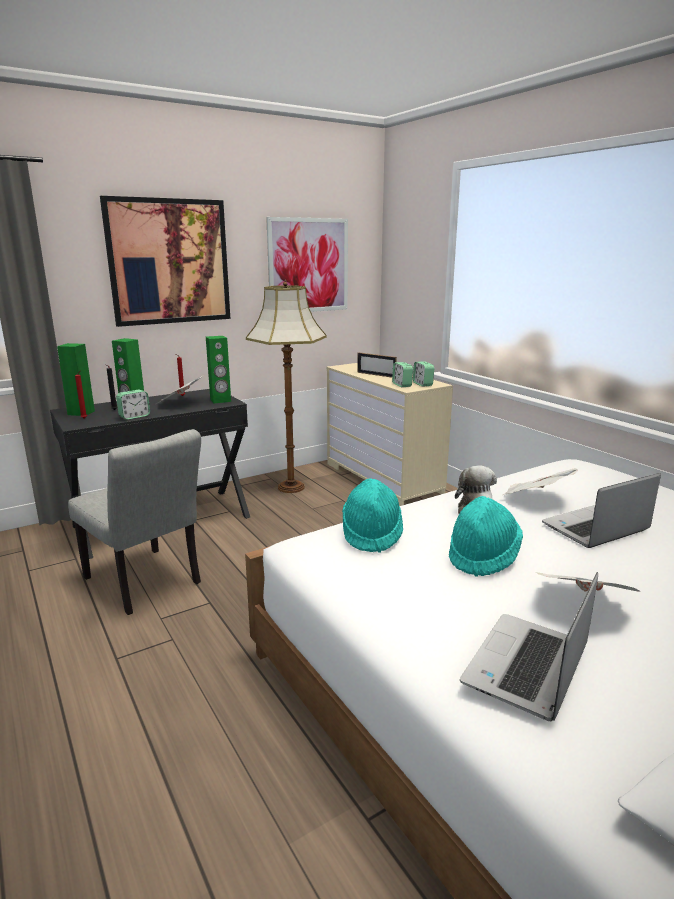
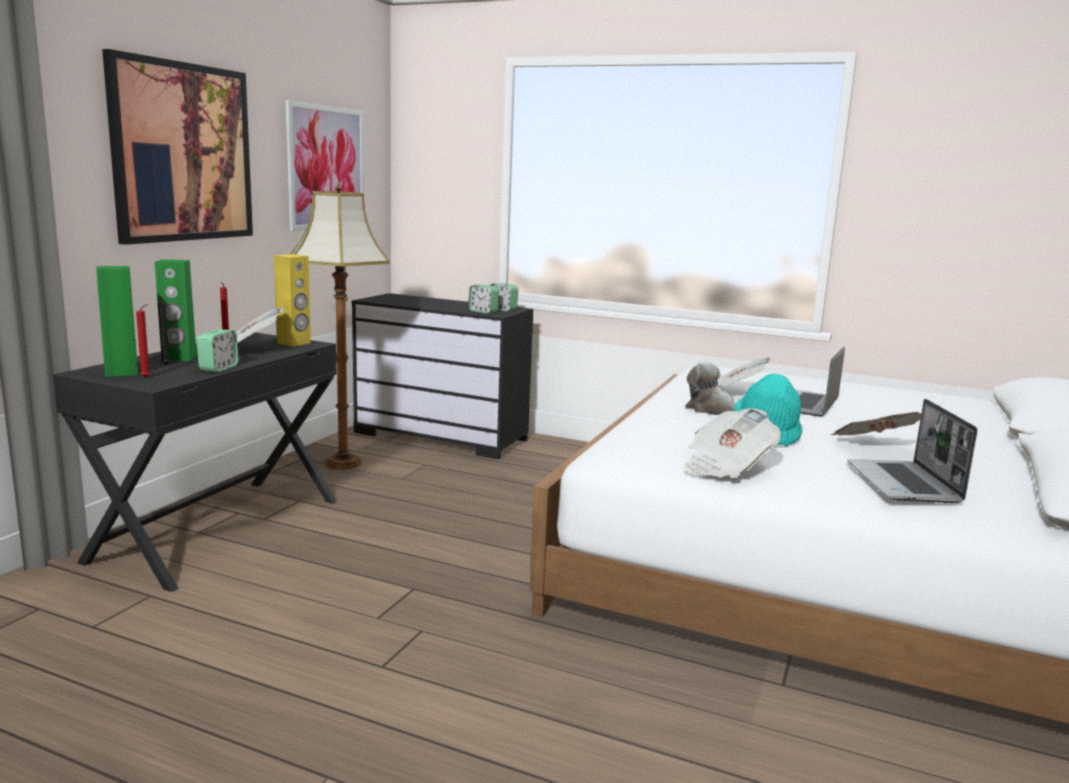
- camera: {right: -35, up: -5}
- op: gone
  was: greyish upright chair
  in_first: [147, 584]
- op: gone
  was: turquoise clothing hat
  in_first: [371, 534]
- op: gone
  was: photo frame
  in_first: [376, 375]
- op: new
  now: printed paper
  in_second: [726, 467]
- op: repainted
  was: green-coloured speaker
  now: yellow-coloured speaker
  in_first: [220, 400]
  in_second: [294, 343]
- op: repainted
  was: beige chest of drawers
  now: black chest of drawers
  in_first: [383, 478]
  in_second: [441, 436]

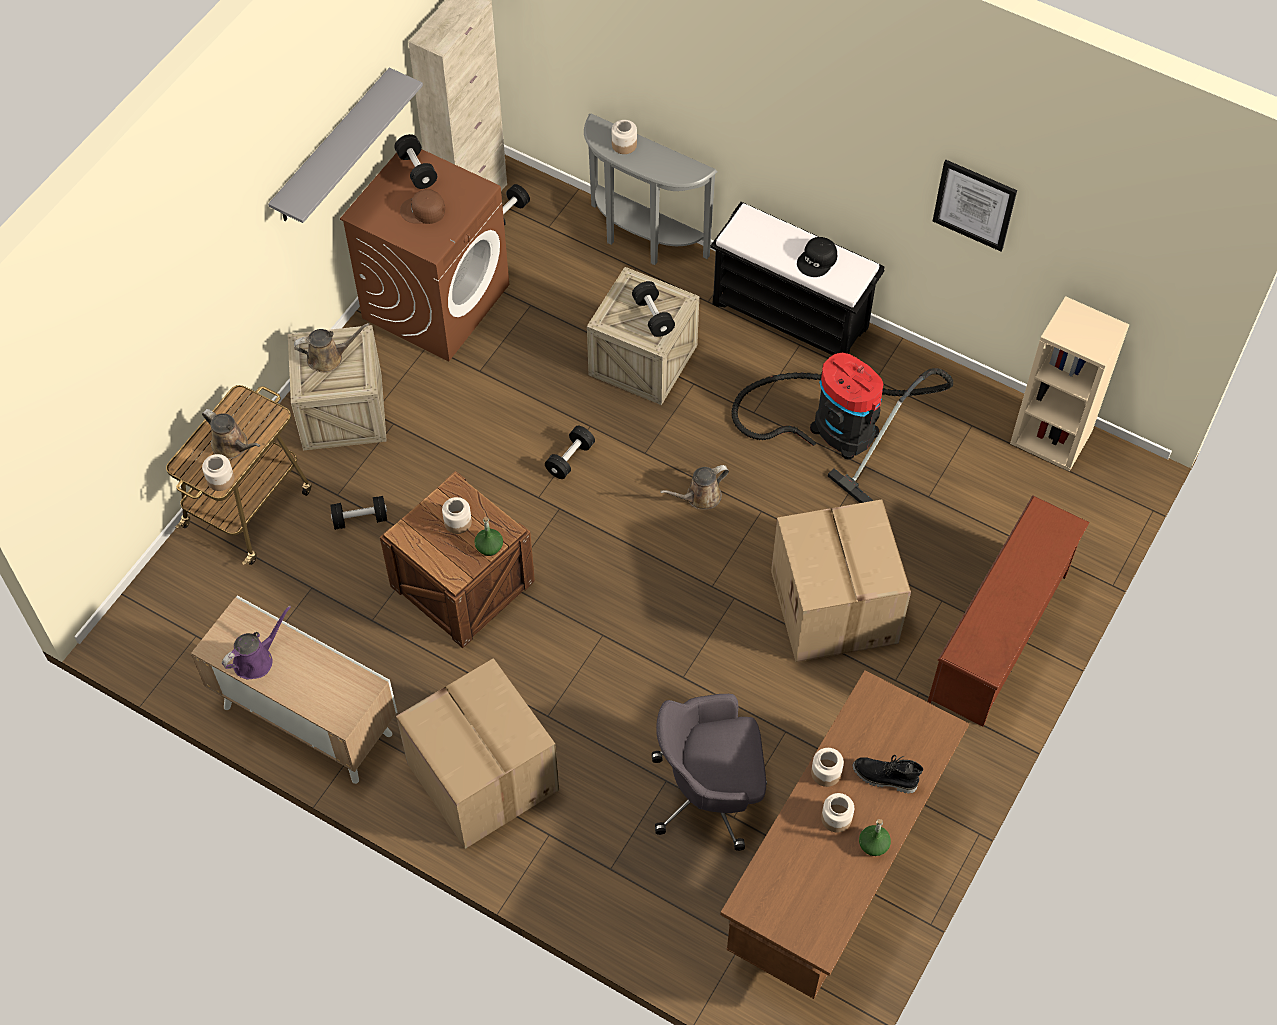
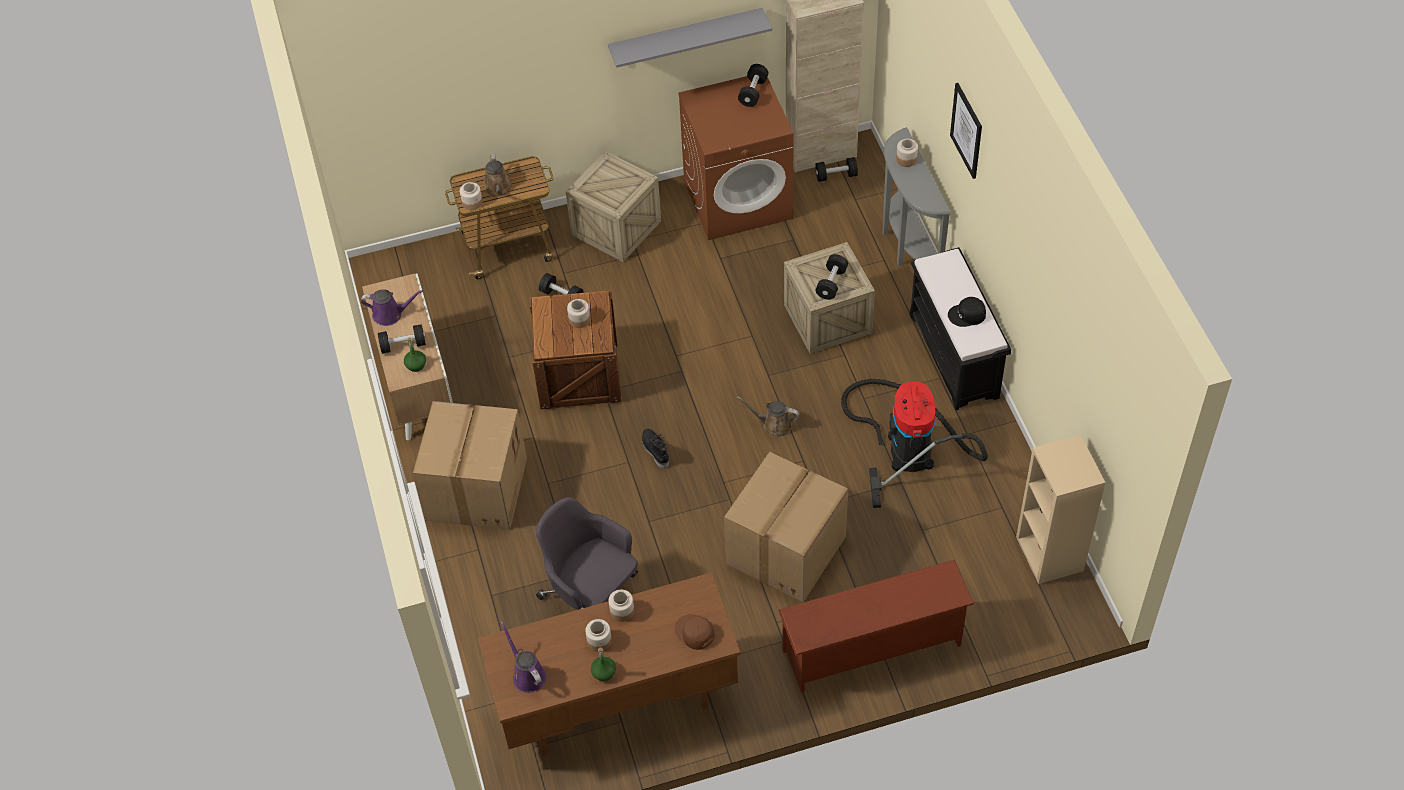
- camera: {right: 45, up: -5}
- op: gone
  was: brown-coloured sprinkling can
  in_first: [329, 357]
- op: new
  now: purplish sprinkling can
  in_second: [527, 674]
- op: shifted
  was: brown-coloured cap
  in_first: [423, 211]
  in_second: [694, 632]
- op: shifted
  was: green-coloured beverage bottle
  in_first: [489, 546]
  in_second: [416, 365]
- op: shifted
  was: black hand weight
  in_first: [570, 459]
  in_second: [403, 345]
- op: shifted
  was: black tall boot
  in_first: [884, 778]
  in_second: [654, 451]
- op: shifted
  was: wall art
  in_first: [974, 204]
  in_second: [967, 130]

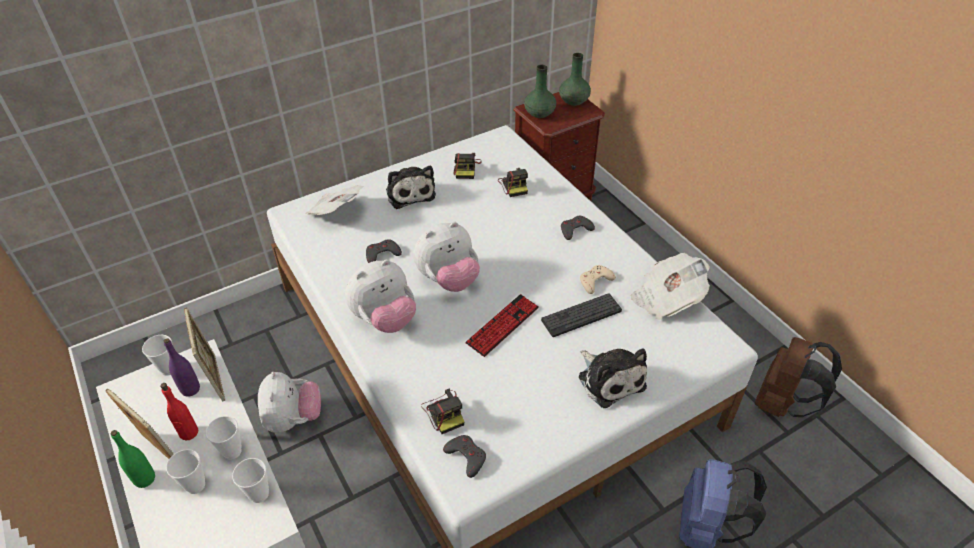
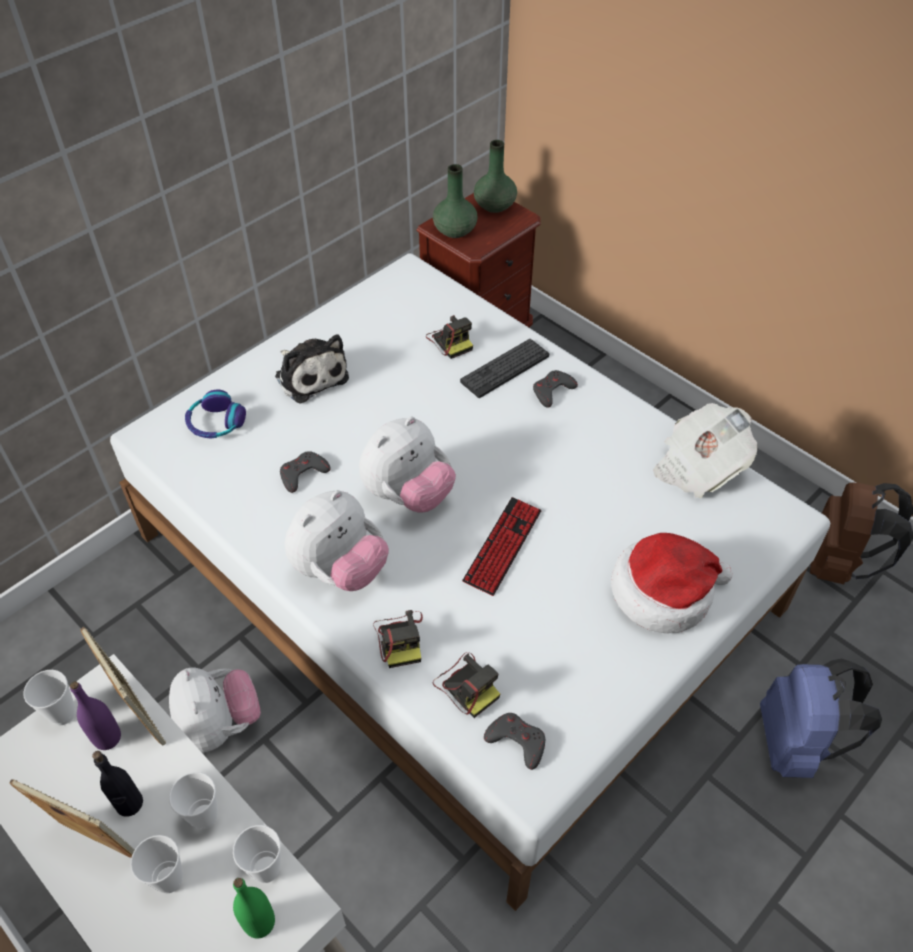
- camera: {right: -15, up: 5}
- op: gone
  was: beige game controller
  in_first: [595, 281]
- op: shifted
  was: green-coloured beverage bottle
  in_first: [145, 479]
  in_second: [259, 922]
- op: shifted
  was: photo camera
  in_first: [466, 169]
  in_second: [400, 639]
- op: shifted
  was: PC keyboard
  in_first: [581, 315]
  in_second: [505, 368]
- op: swapped
  was: printed paper
  now: pair of headphones
  in_first: [337, 212]
  in_second: [216, 423]
- op: swapped
  was: plush toy
  now: clothing hat
  in_first: [609, 379]
  in_second: [664, 592]
- op: repainted
  was: red beverage bottle
  now: black beverage bottle
  in_first: [188, 433]
  in_second: [129, 804]

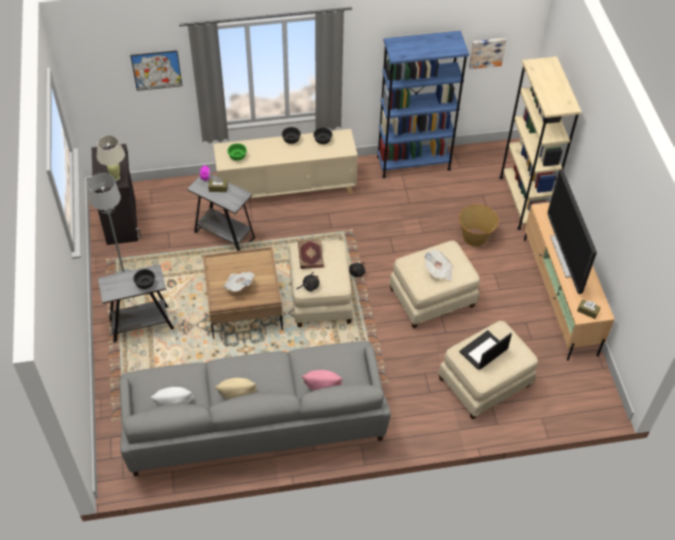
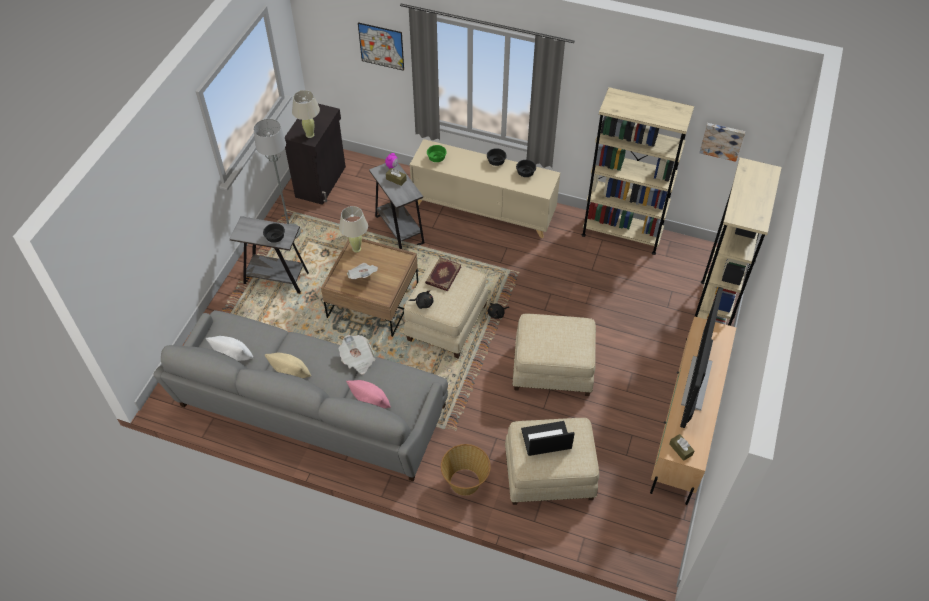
- camera: {right: 30, up: 0}
- op: new
  now: beige table lamp
  in_second: [356, 249]
- op: shifted
  was: printed paper
  in_first: [438, 271]
  in_second: [358, 359]
- op: shifted
  was: storage basket
  in_first: [475, 237]
  in_second: [465, 482]
- op: repainted
  was: blue bookcase
  now: beige bookcase
  in_first: [413, 163]
  in_second: [622, 233]

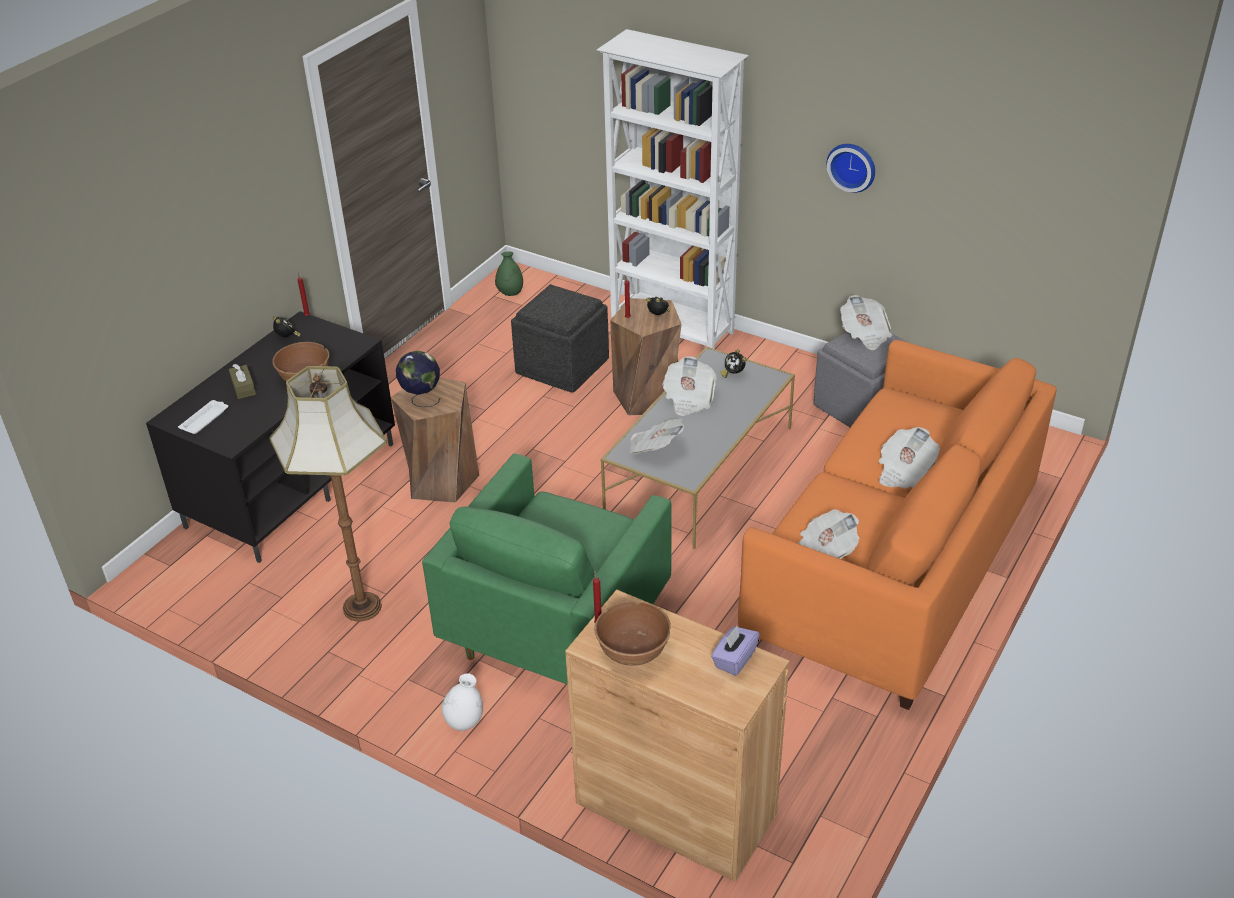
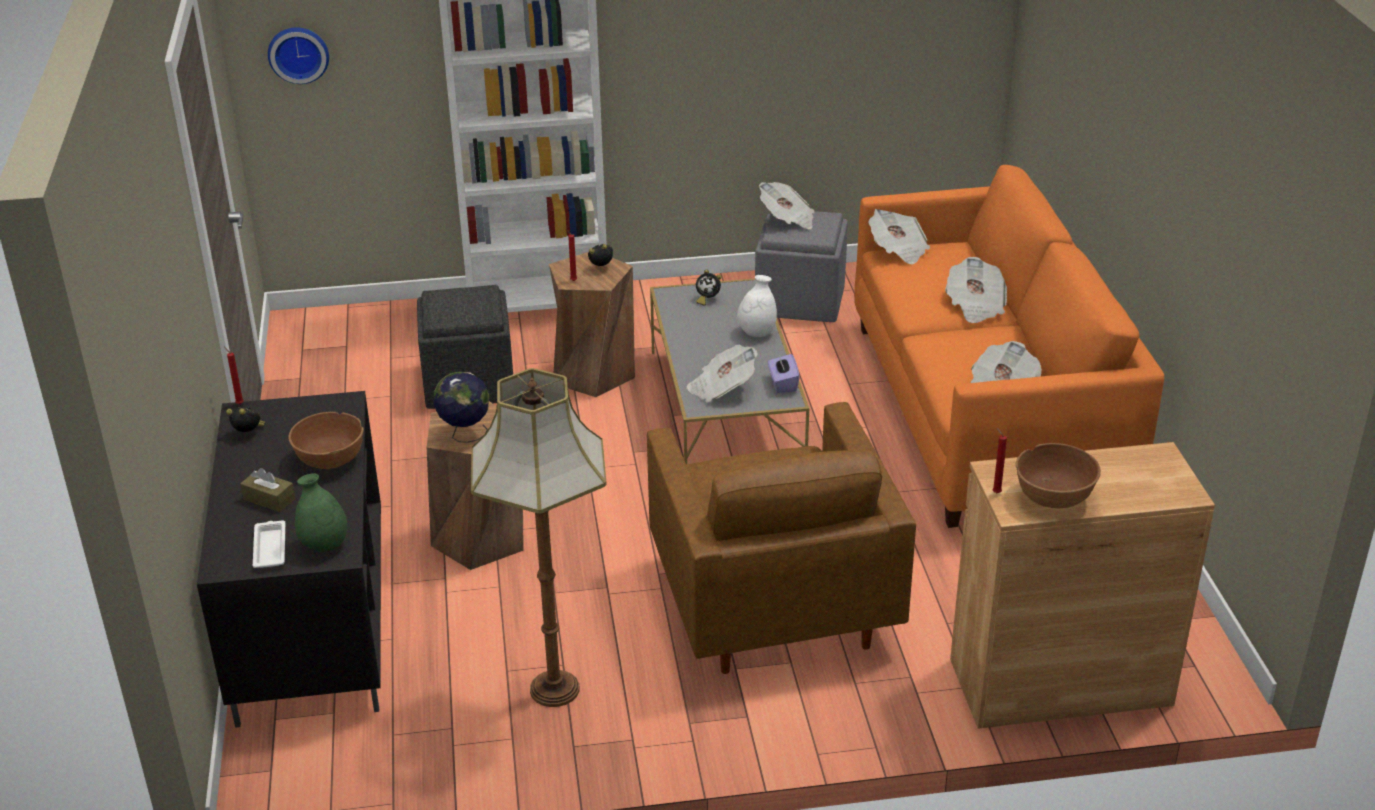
- camera: {right: -40, up: -5}
- op: shifted
  was: white-coloured decorative vase
  in_first: [464, 722]
  in_second: [757, 333]
- op: shifted
  was: green-coloured decorative vase
  in_first: [510, 293]
  in_second: [324, 545]
- op: shifted
  was: printed paper
  in_first: [688, 399]
  in_second: [898, 250]
- op: shifted
  was: purplish tissue box
  in_first: [734, 659]
  in_second: [782, 384]
- op: shifted
  was: wall clock
  in_first: [852, 166]
  in_second: [298, 53]
- op: repainted
  was: green-coloured lounge chair
  now: brown-coloured lounge chair
  in_first: [557, 627]
  in_second: [771, 603]

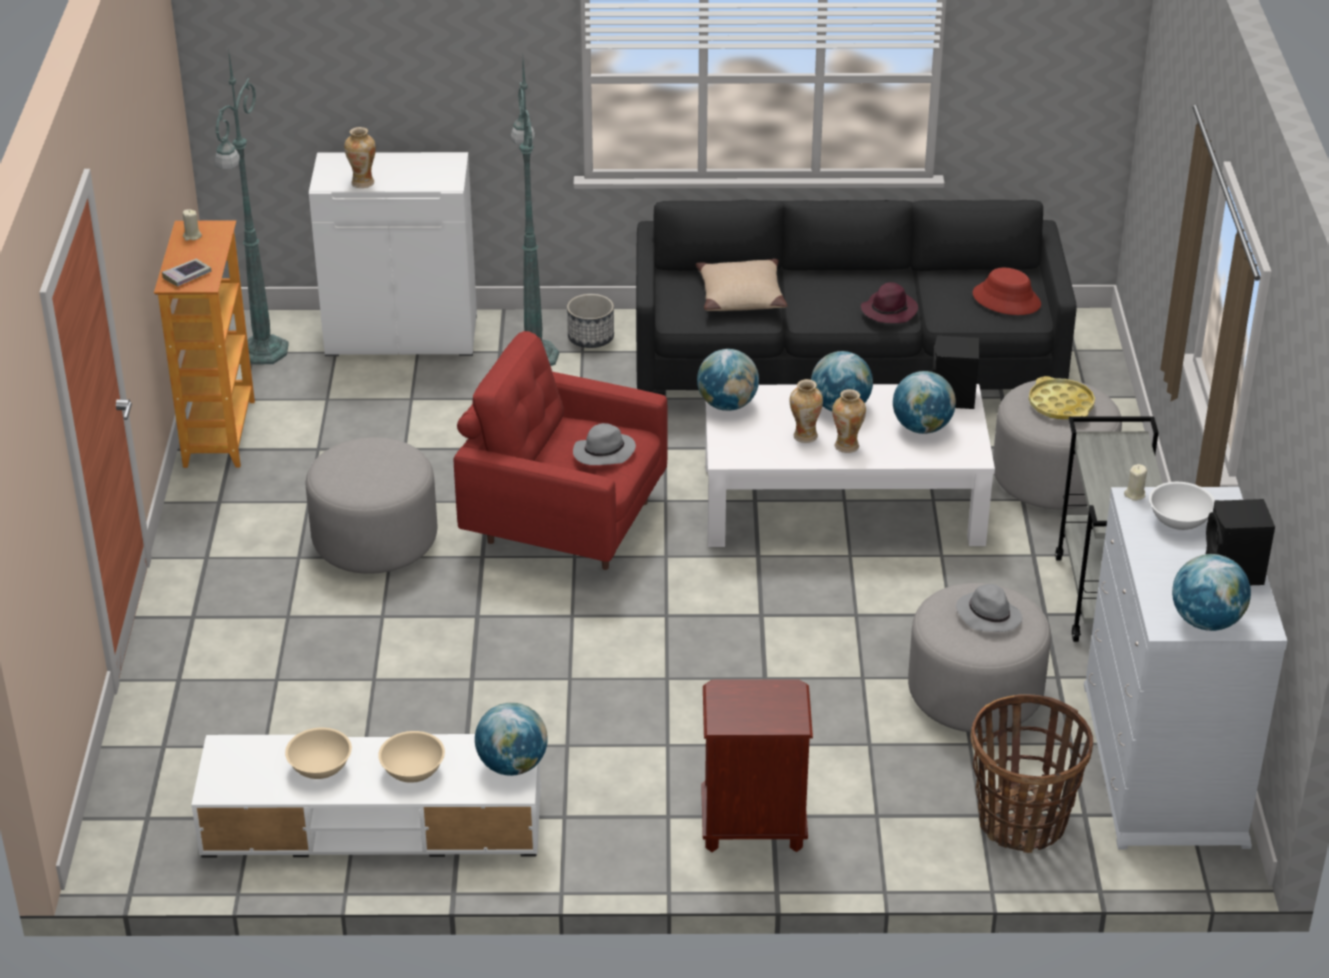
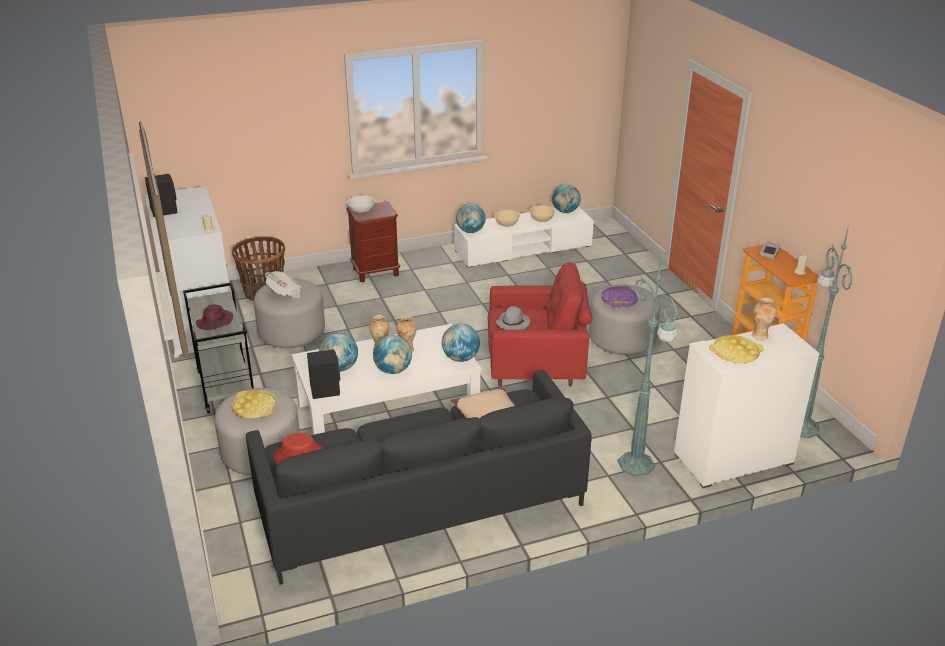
- camera: {right: 160, up: -5}
- op: gone
  was: planter
  in_first: [591, 338]
- op: new
  now: purplish carrying tray
  in_second: [619, 300]
- op: new
  now: yellow-coloured carrying tray
  in_second: [735, 353]
- op: shifted
  was: purplish clothing hat
  in_first: [889, 310]
  in_second: [215, 322]
- op: shifted
  was: white-coloured serving bowl
  in_first: [1179, 520]
  in_second: [361, 210]
- op: shifted
  was: globe
  in_first: [1206, 621]
  in_second: [565, 211]
- op: swapped
  was: greyish clothing hat
  now: printed paper
  in_first: [987, 615]
  in_second: [285, 293]

